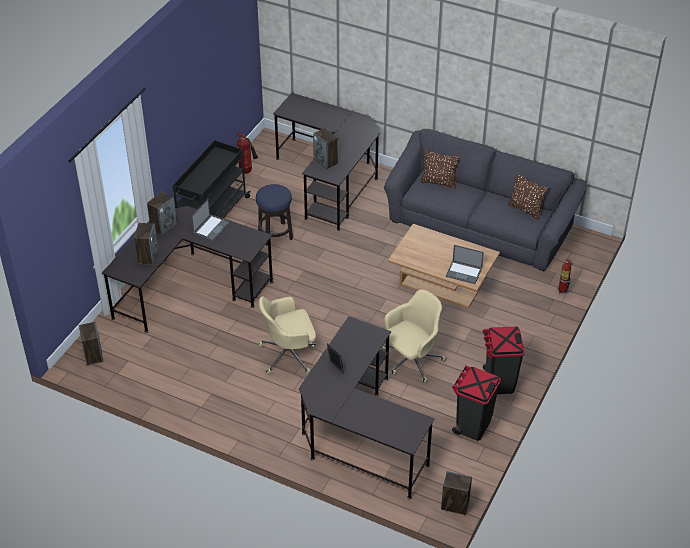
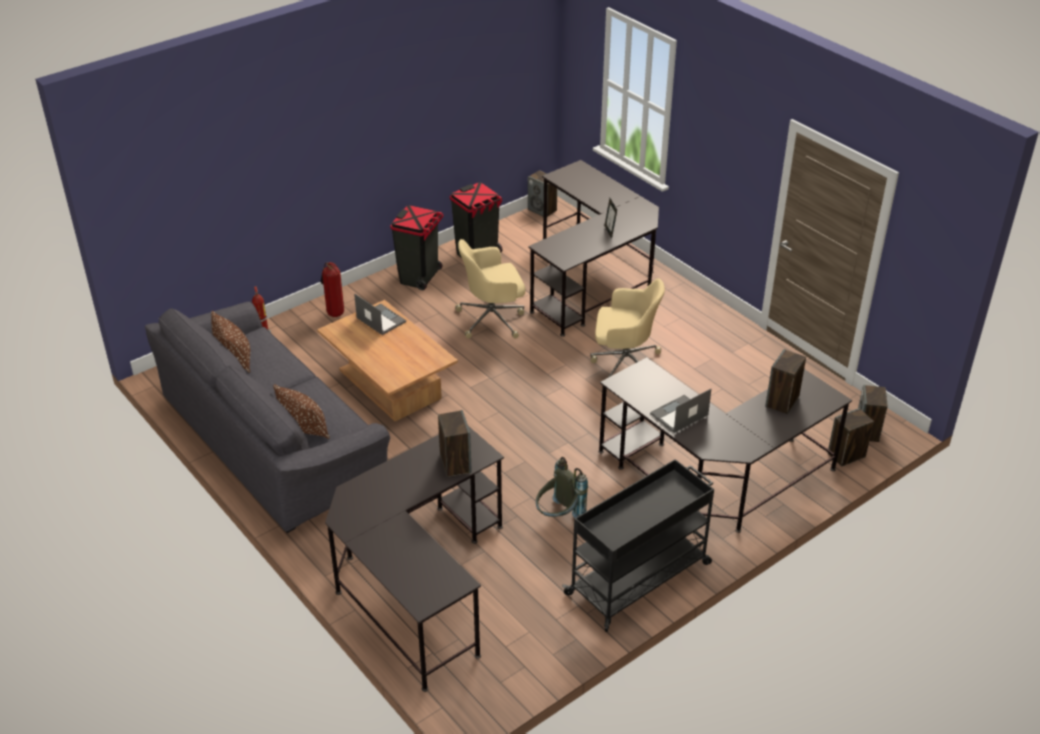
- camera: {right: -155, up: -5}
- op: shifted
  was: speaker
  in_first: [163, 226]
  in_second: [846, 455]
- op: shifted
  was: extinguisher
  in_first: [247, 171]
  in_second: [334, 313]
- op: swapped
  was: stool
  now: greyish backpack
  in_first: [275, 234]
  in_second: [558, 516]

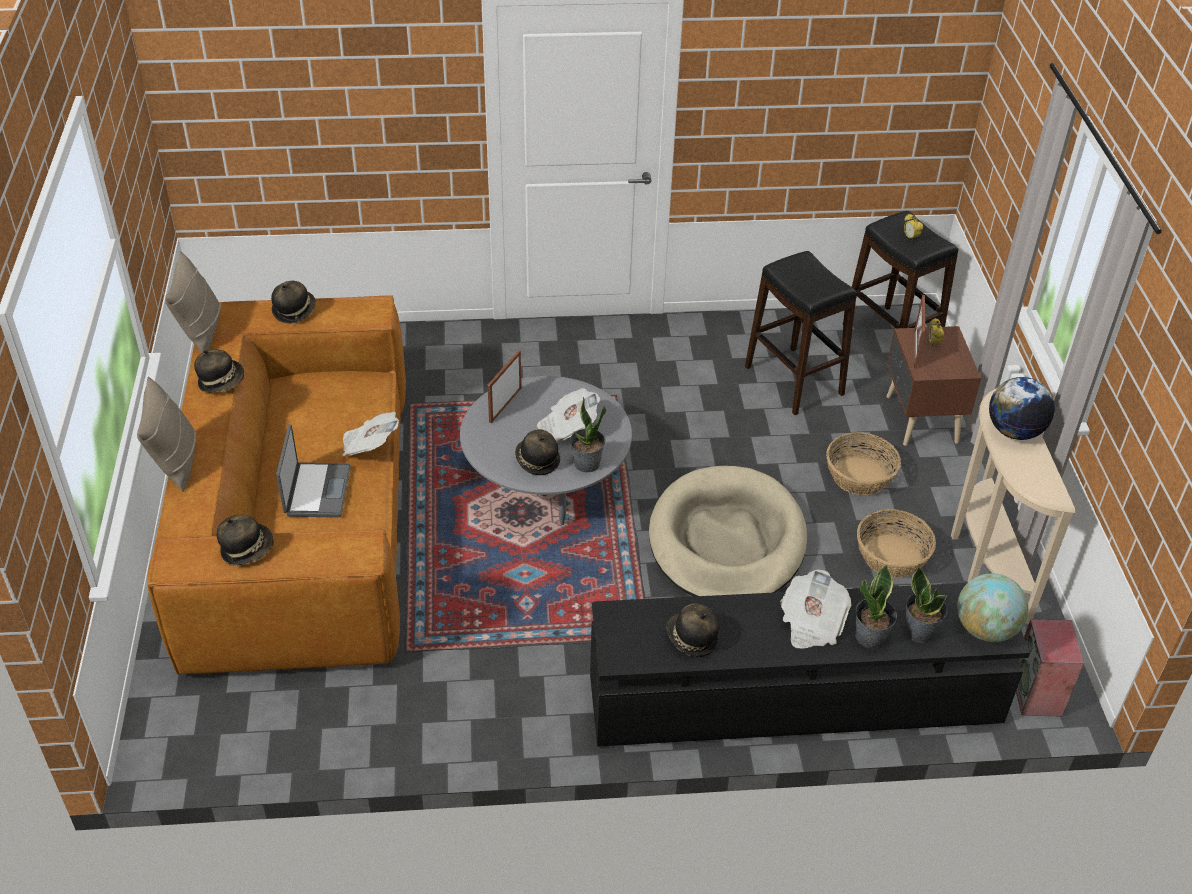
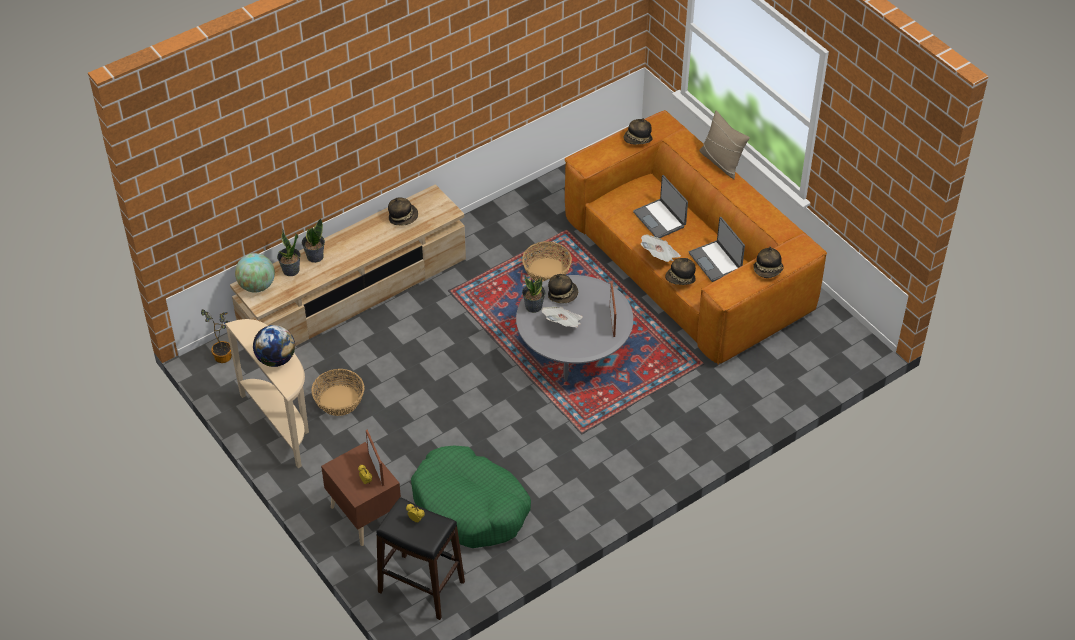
- camera: {right: 150, up: 5}
- op: gone
  was: beige pillow
  in_first: [200, 331]
- op: gone
  was: beige dog bed
  in_first: [727, 541]
- op: gone
  was: printed paper
  in_first: [811, 623]
- op: new
  now: portable computer
  in_second: [716, 261]
- op: shifted
  was: clothing hat
  in_first: [221, 381]
  in_second: [680, 279]
- op: shifted
  was: storage basket
  in_first: [859, 476]
  in_second: [547, 271]
- op: swapped
  was: black stool
  now: green-coloured dog bed
  in_first: [794, 381]
  in_second: [470, 507]
- op: swapped
  was: speaker
  now: houseplant
  in_first: [1037, 694]
  in_second: [224, 354]
- op: repainted
  was: black media console
  now: beige media console
  in_first: [794, 699]
  in_second: [354, 294]

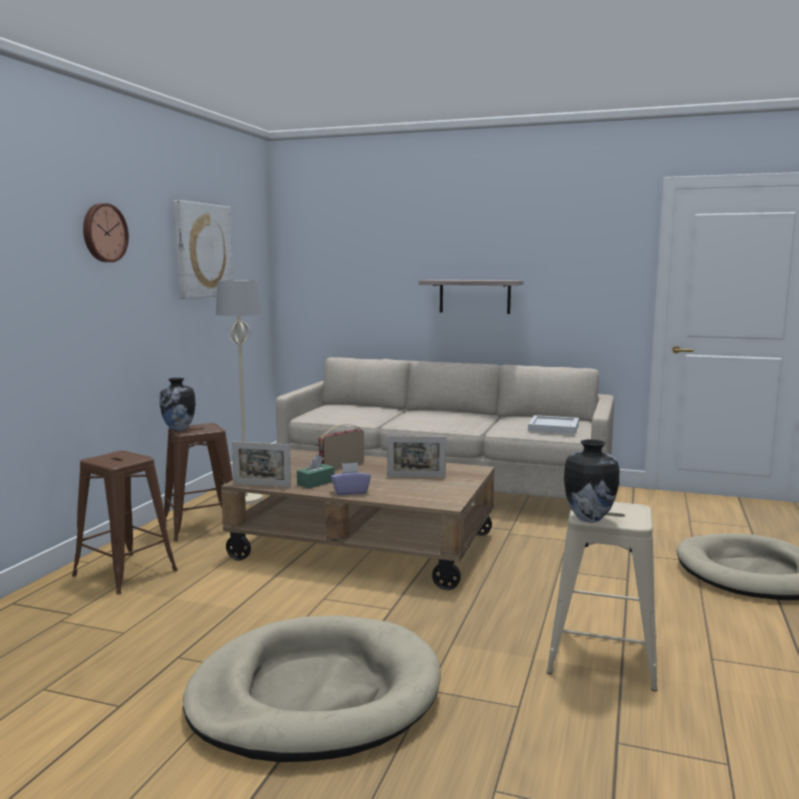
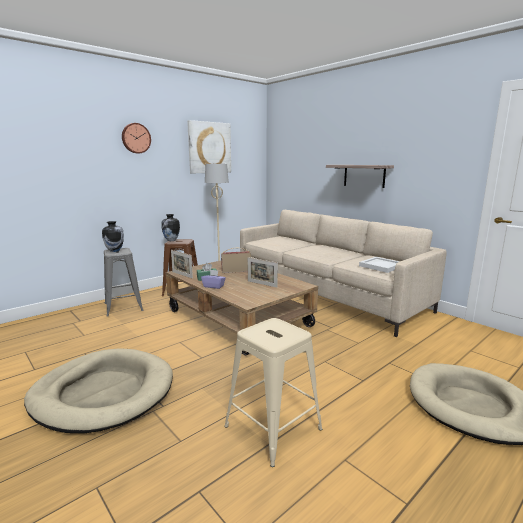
- camera: {right: 30, up: 5}
- op: shifted
  was: decorative vase
  in_first: [588, 518]
  in_second: [114, 250]
- op: repainted
  was: brown-coloured stool
  now: greyish stool
  in_first: [124, 573]
  in_second: [123, 307]

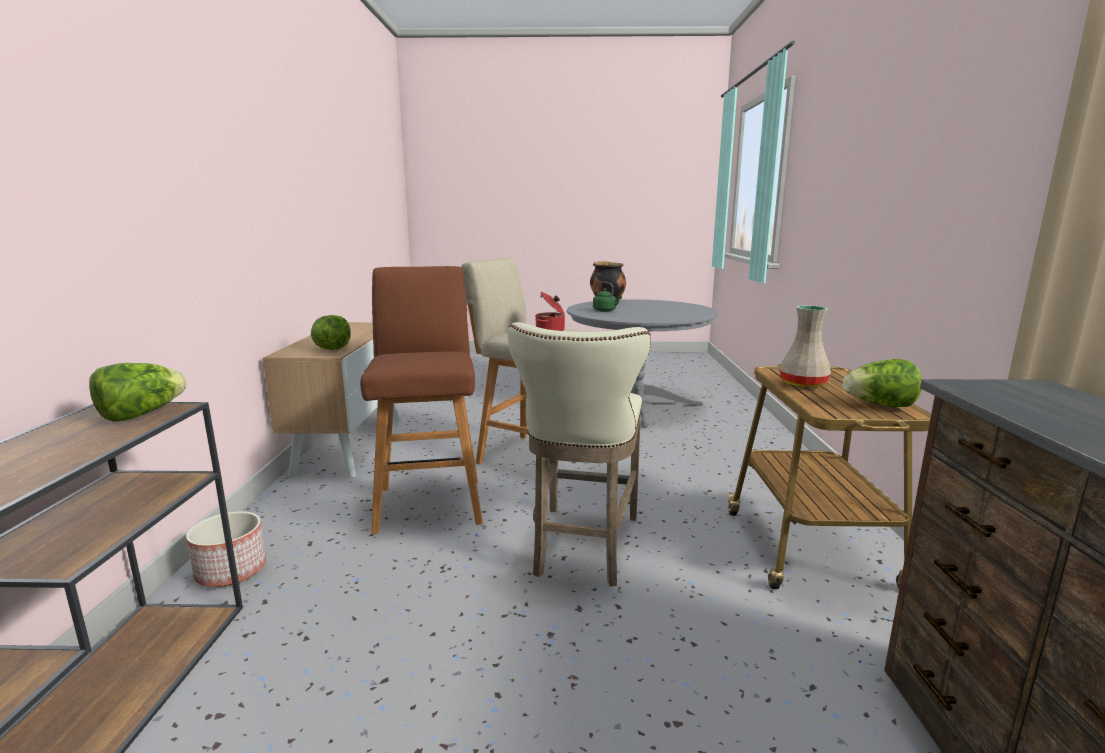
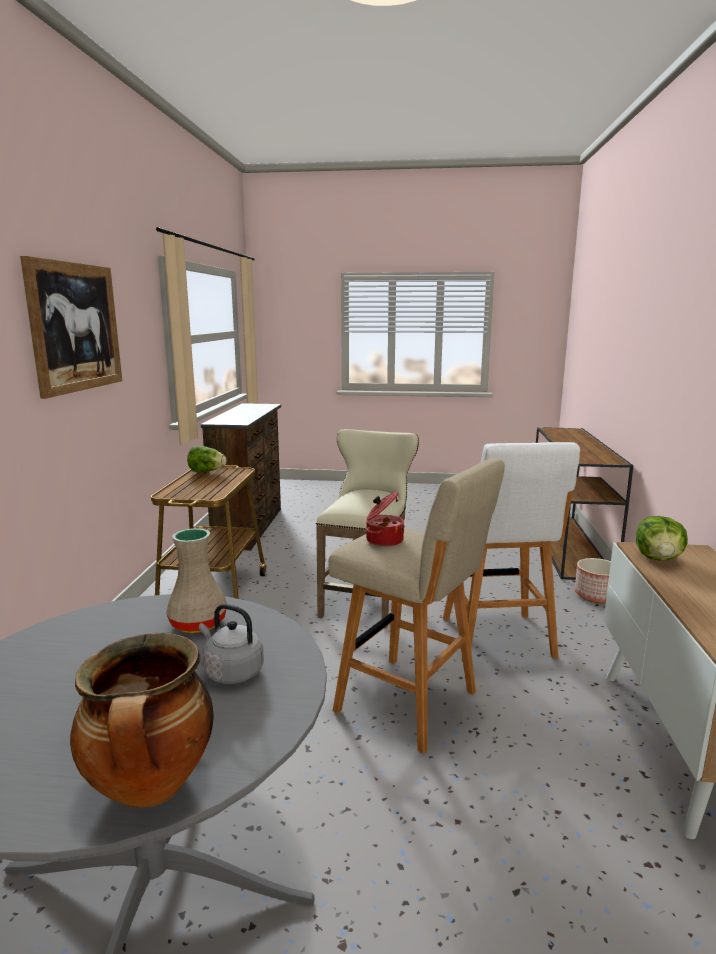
- camera: {right: -175, up: 0}
- op: gone
  was: lettuce head
  in_first: [142, 415]
- op: new
  now: wall art
  in_second: [76, 327]
- op: shifted
  was: beige decorative vase
  in_first: [803, 383]
  in_second: [196, 624]
- op: repainted
  was: brown-coloured stool
  now: white-coloured stool
  in_first: [429, 502]
  in_second: [498, 639]
- op: repainted
  was: green-coloured kettle
  now: greyish kettle
  in_first: [605, 310]
  in_second: [231, 672]

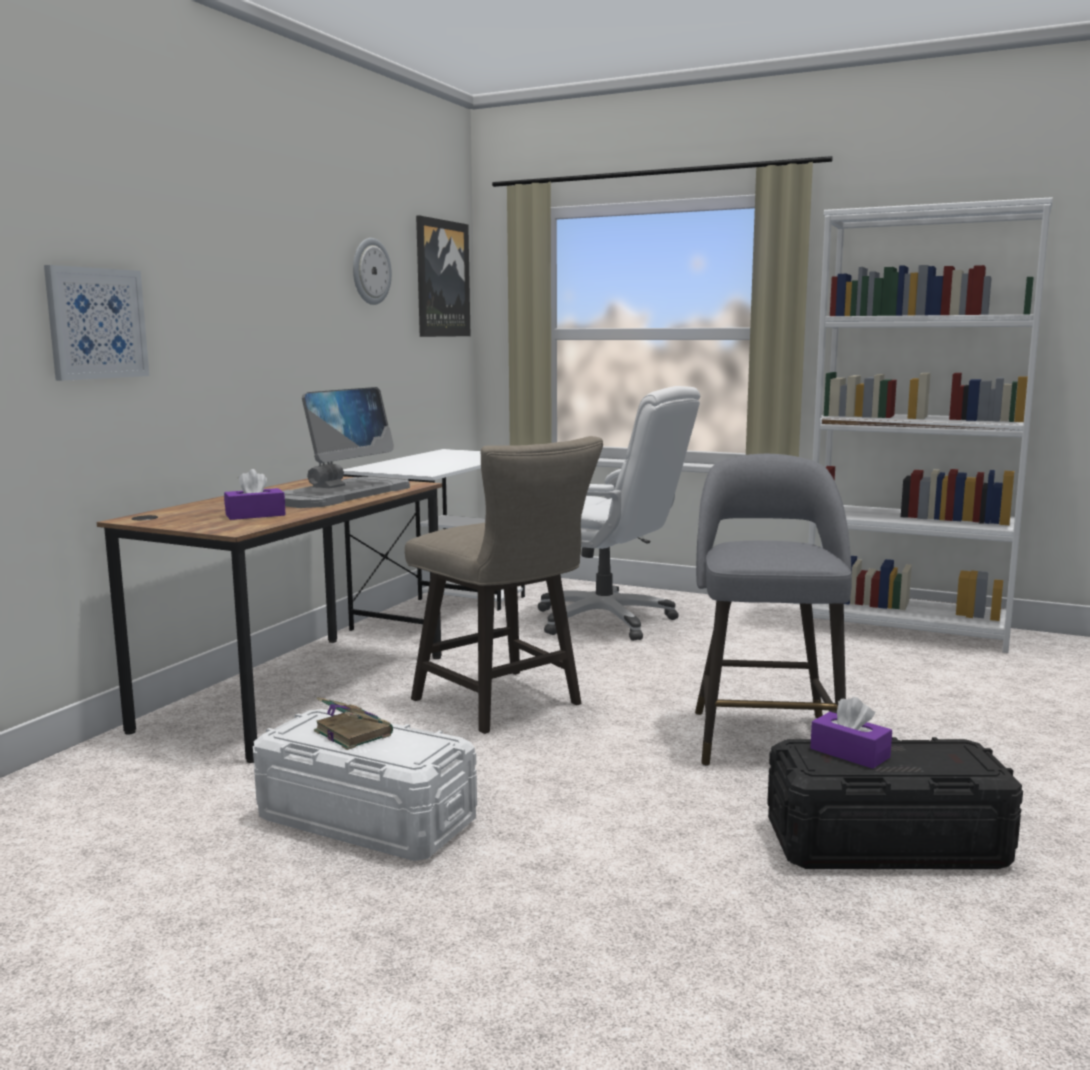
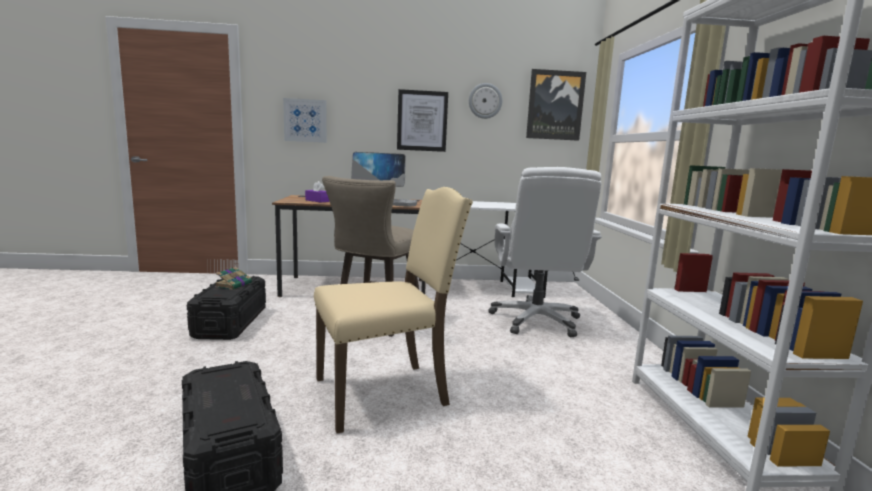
- camera: {right: 60, up: 0}
- op: gone
  was: purplish tissue box
  in_first: [849, 753]
- op: new
  now: wall art
  in_second: [422, 121]
- op: swapped
  was: greyish stool
  now: beige upright chair
  in_first: [765, 737]
  in_second: [384, 392]
- op: repainted
  was: white-coloured storage bin
  now: black storage bin
  in_first: [366, 819]
  in_second: [231, 322]

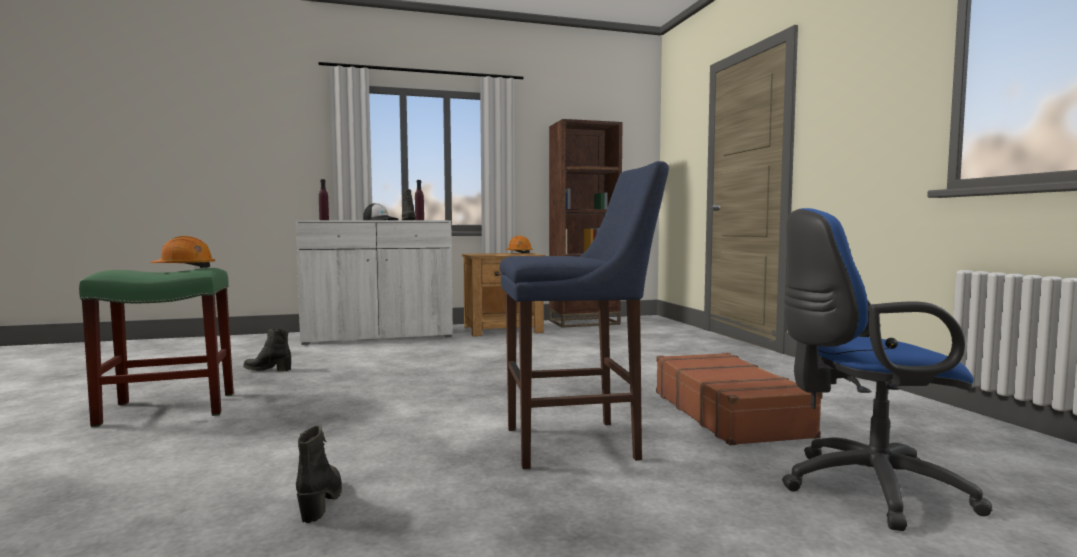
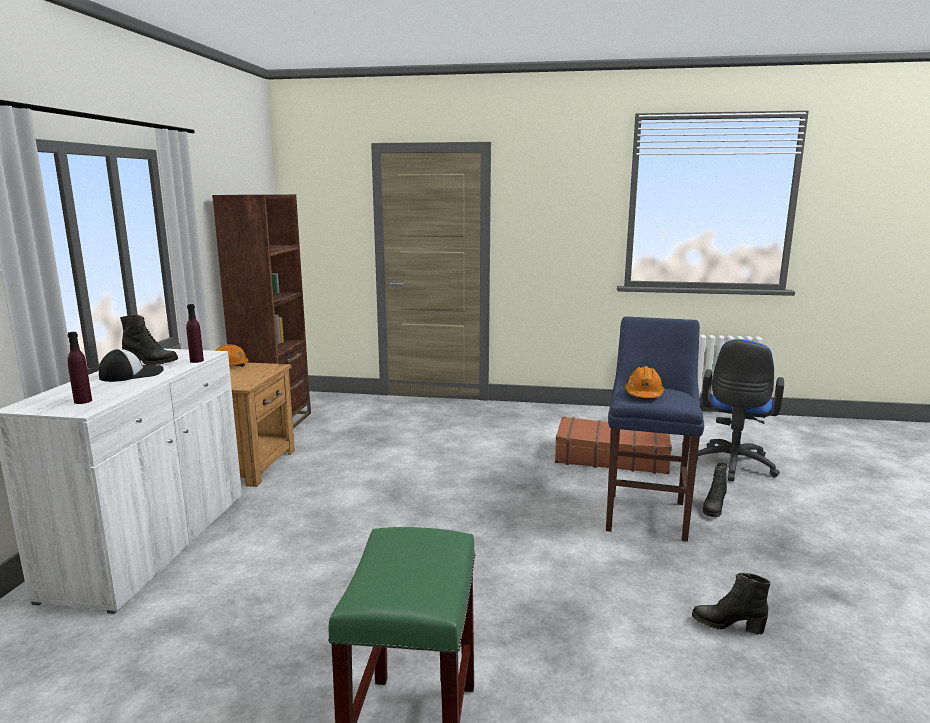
- camera: {right: -65, up: 10}
- op: shifted
  was: orange work helmet
  in_first: [184, 267]
  in_second: [644, 394]
- op: shifted
  was: black tall boot
  in_first: [268, 369]
  in_second: [713, 509]

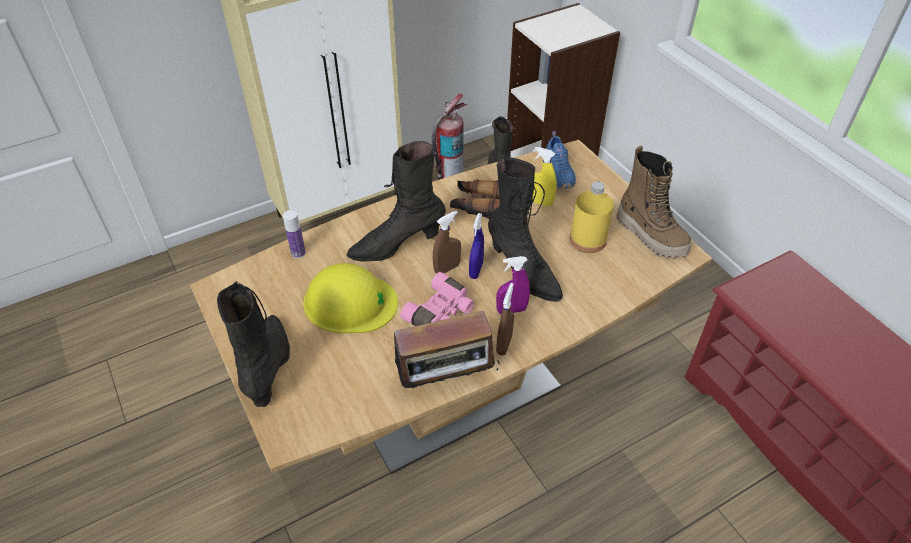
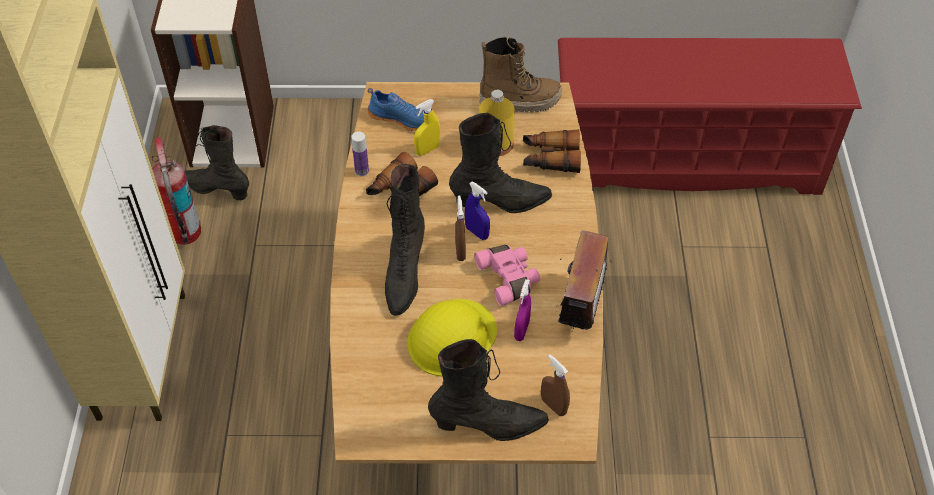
- camera: {right: -60, up: 5}
- op: new
  now: field glasses
  in_second: [550, 158]
- op: shifted
  was: beverage bottle
  in_first: [298, 253]
  in_second: [362, 171]
- op: shifted
  was: purplish sprayer
  in_first: [511, 310]
  in_second: [521, 330]
- op: shifted
  was: brown-coloured sprayer
  in_first: [504, 344]
  in_second: [553, 406]
- op: rotated
  was: black tall boot
  in_first: [269, 367]
  in_second: [488, 425]
  clockwise: 150

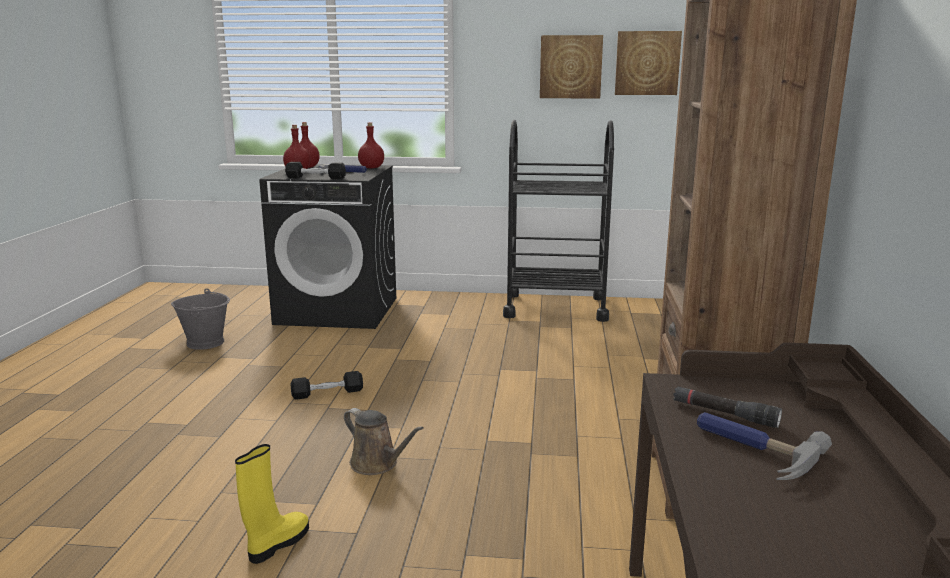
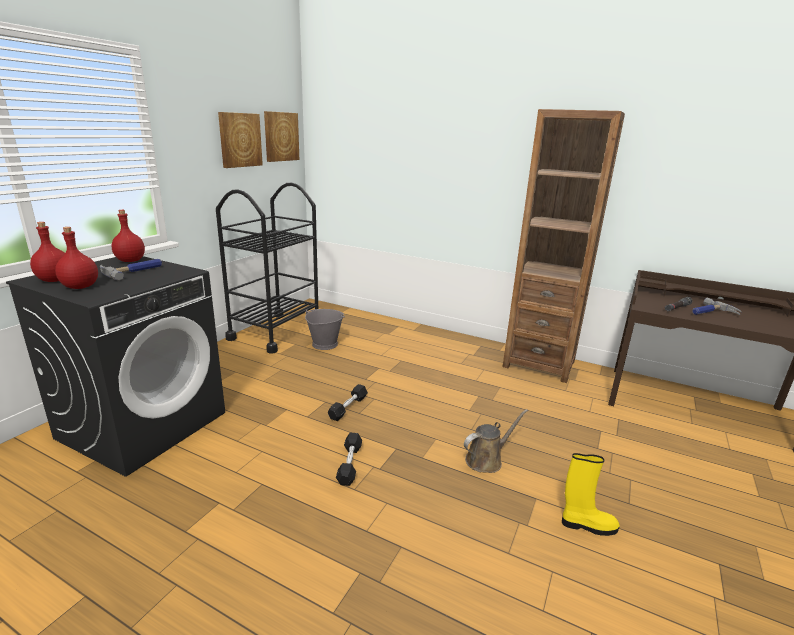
- camera: {right: -70, up: 5}
- op: shifted
  was: greyish pail
  in_first: [206, 342]
  in_second: [324, 344]
- op: shifted
  was: black hand weight
  in_first: [316, 178]
  in_second: [348, 408]
- op: rotated
  was: yellow-coloured tall boot
  in_first: [277, 544]
  in_second: [587, 525]
  clockwise: 135

